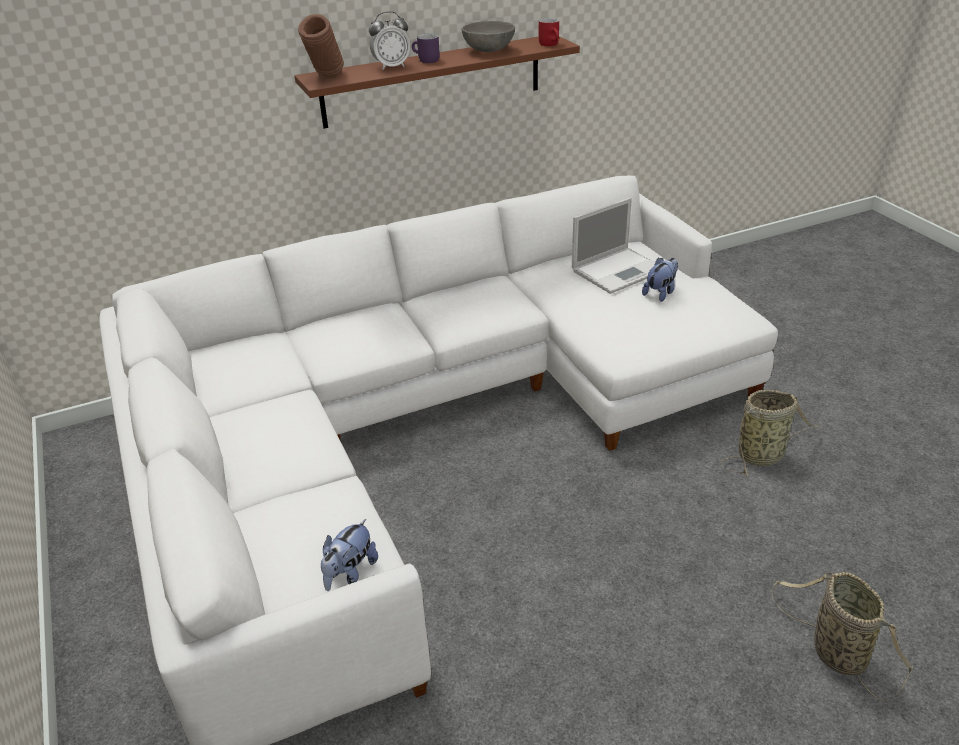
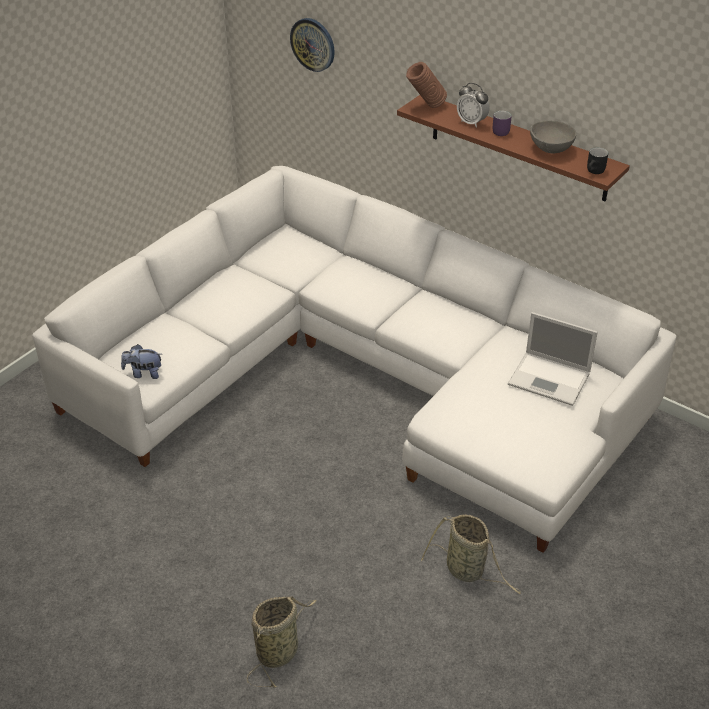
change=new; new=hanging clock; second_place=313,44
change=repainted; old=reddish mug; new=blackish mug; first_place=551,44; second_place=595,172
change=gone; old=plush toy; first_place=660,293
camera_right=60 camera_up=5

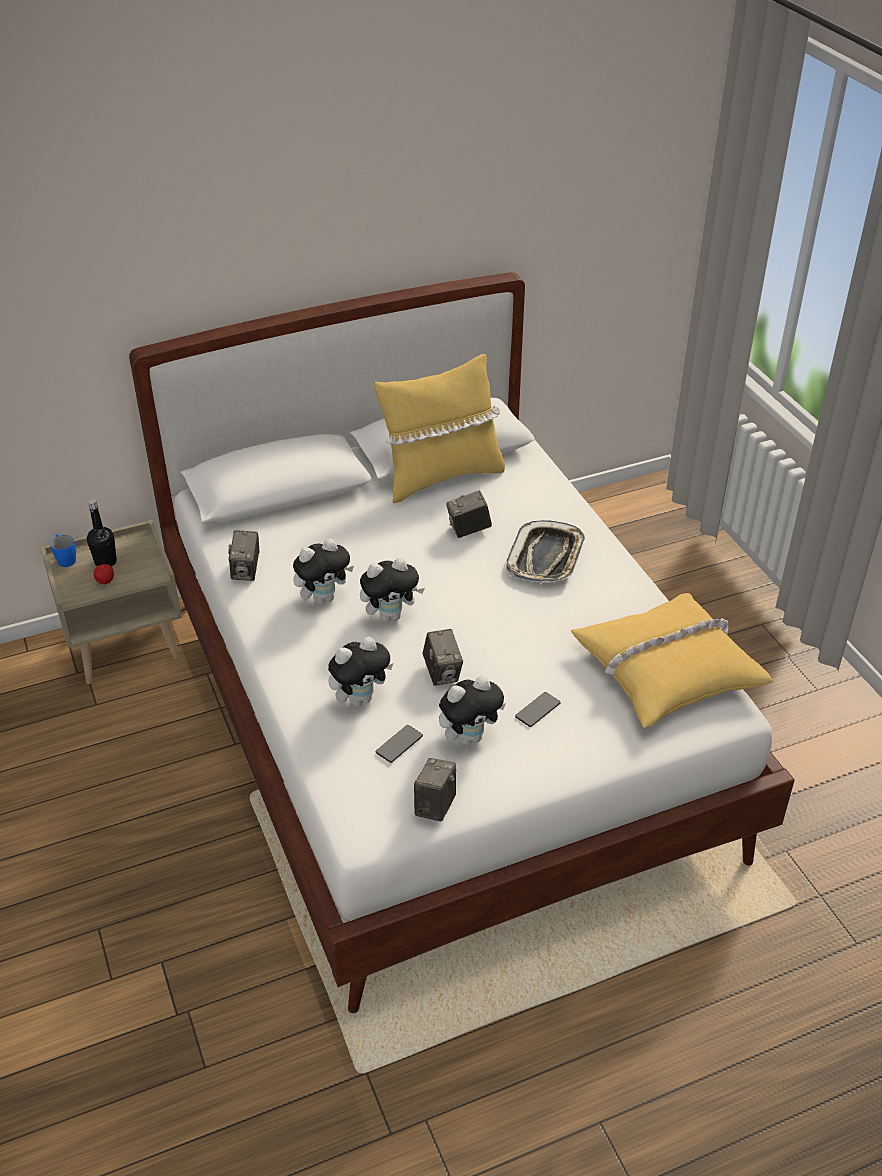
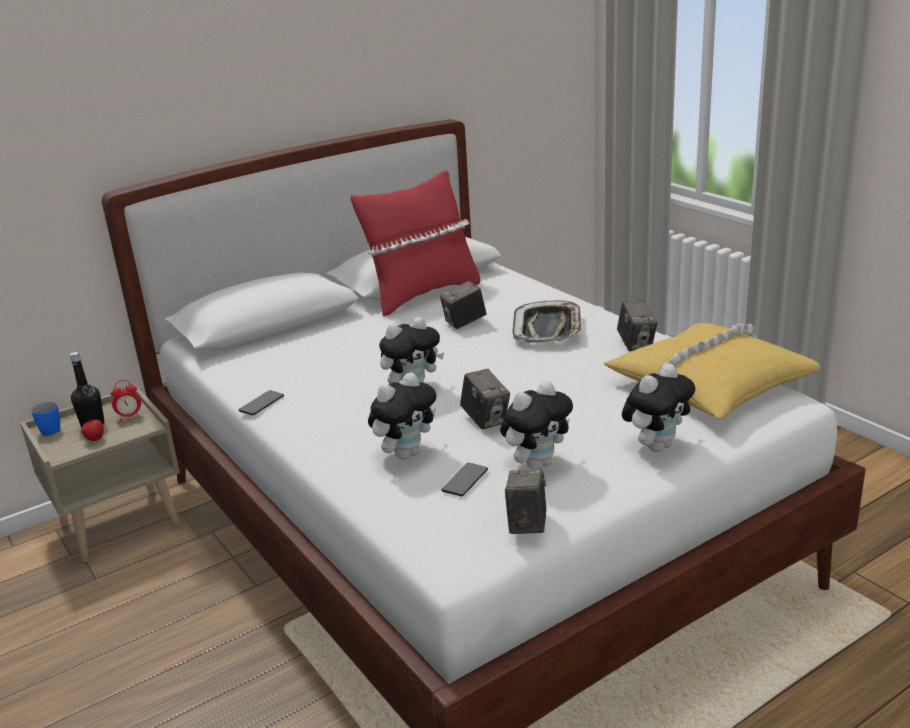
change=new; new=bedside clock; second_place=129,417
change=shifted; old=handset; first_place=537,710; second_place=261,404
change=repainted; old=yellow-coloured cushion; new=reddish cushion; first_place=441,477; second_place=422,294
change=shifted; old=still camera; first_place=246,571; second_place=636,344
change=shifted; old=plush toy; first_place=323,597; second_place=656,446
camera_right=-10 camera_up=-15

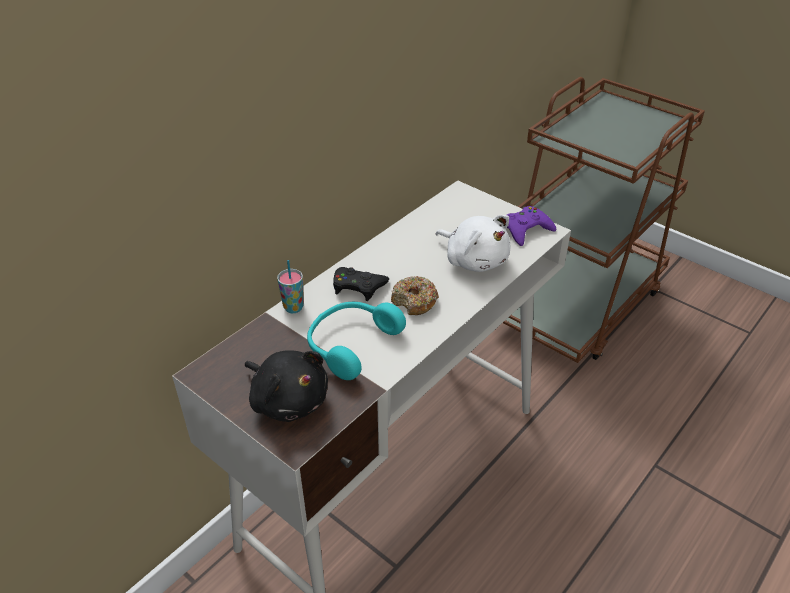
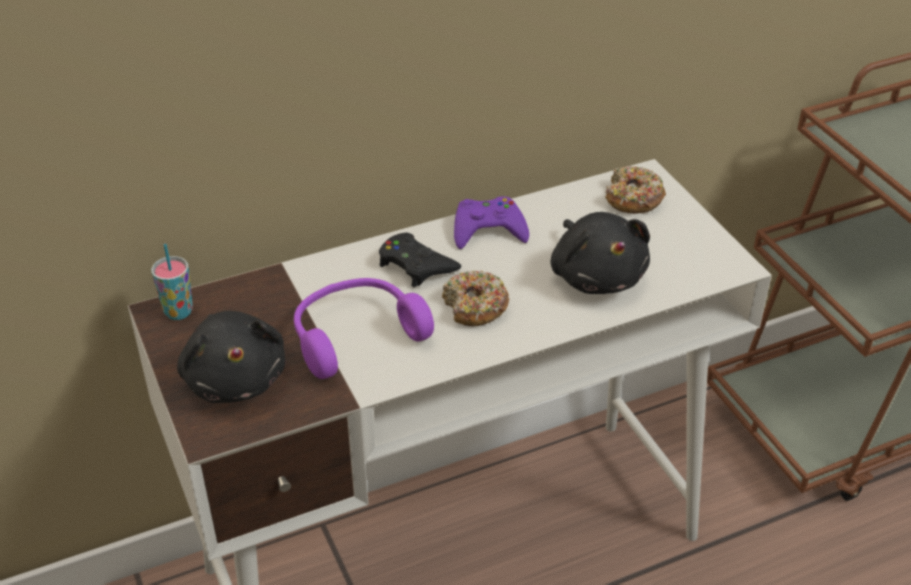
change=shifted; old=cup; first_place=293,307; second_place=178,312
change=repainted; old=blue-green headphones; new=purple-coloured headphones; first_place=350,344; second_place=355,335
change=shifted; old=purple-coloured gamepad; first_place=526,230; second_place=488,230
change=repainted; old=white-coloured plush toy; new=blackish plush toy; first_place=474,259; second_place=596,275
change=new; new=ring doughnut; second_place=633,199
camera_right=25 camera_up=0

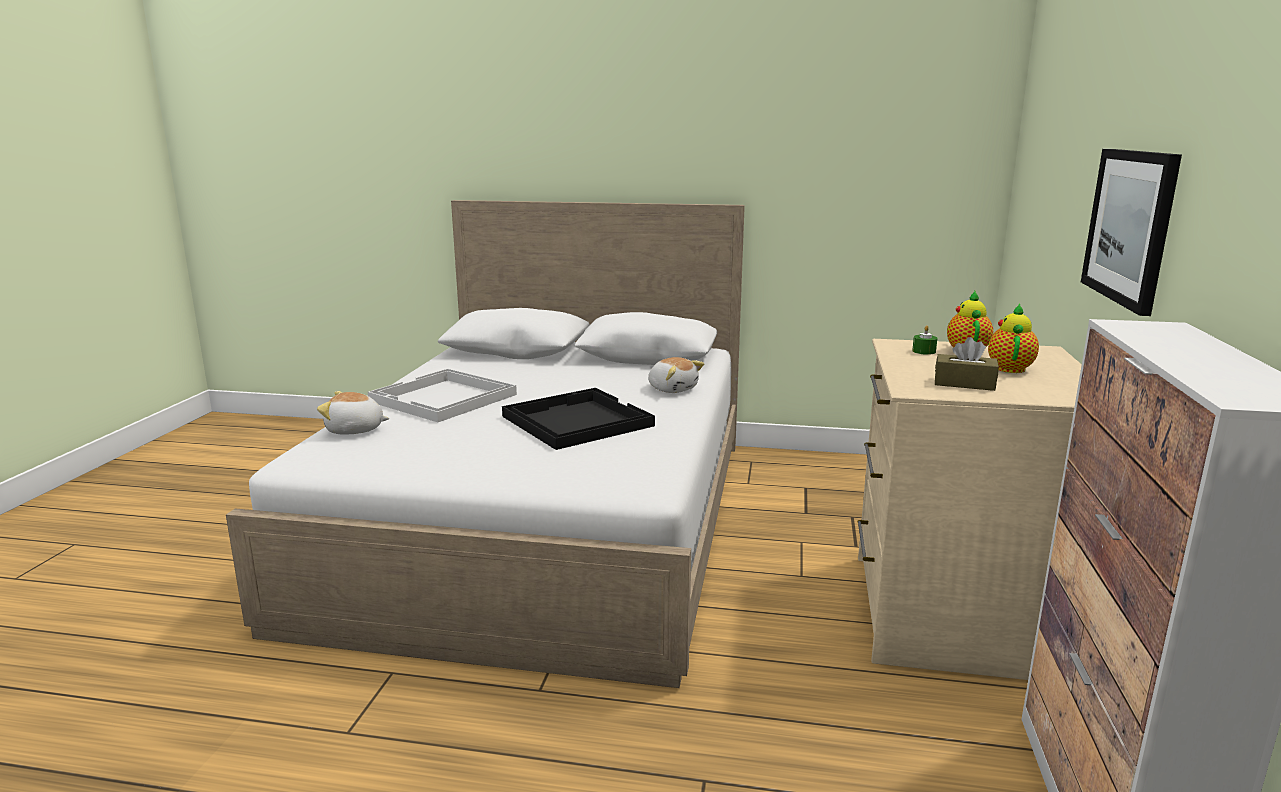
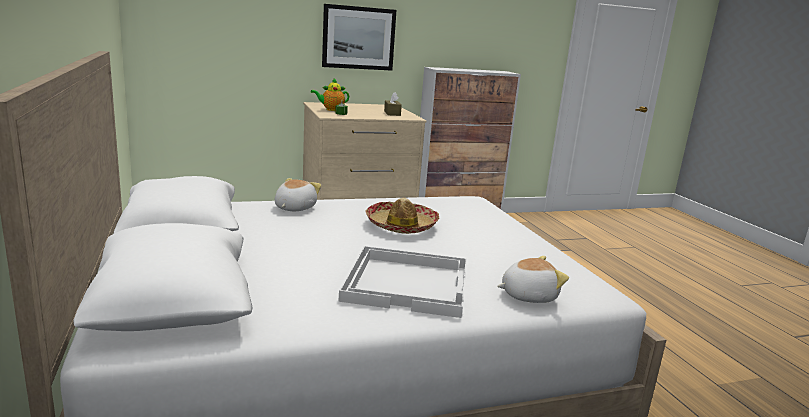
change=swapped; old=blackish tray; new=clothing hat; first_place=575,421; second_place=401,225
change=rotated; old=plush toy; first_place=355,430; second_place=528,295; degrees=-75
change=gone; old=teapot; first_place=1010,368
camera_right=-120 camera_up=0

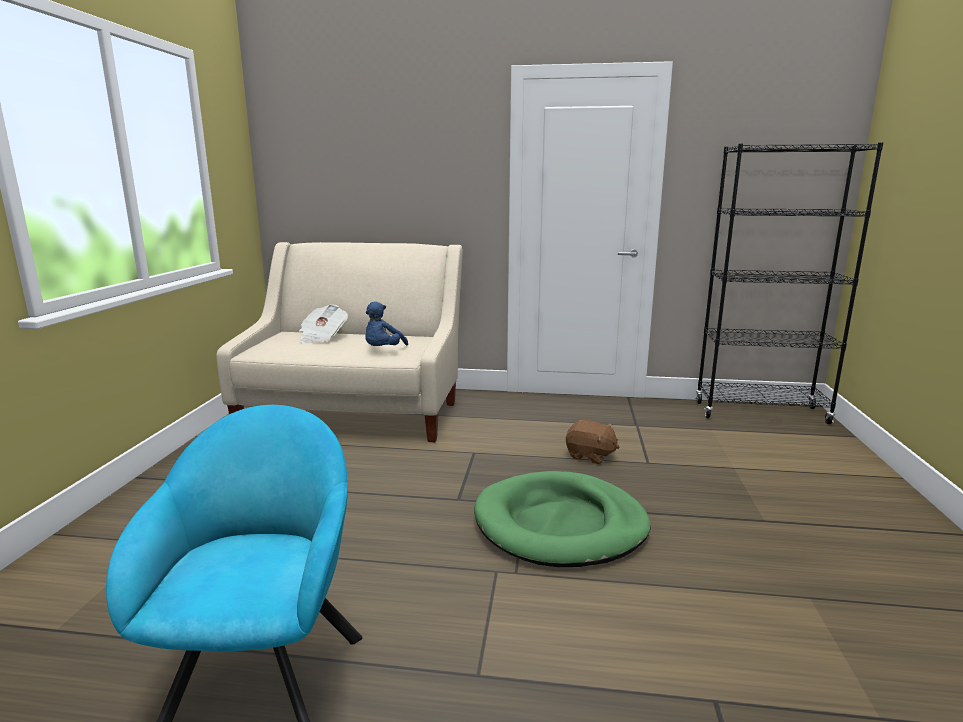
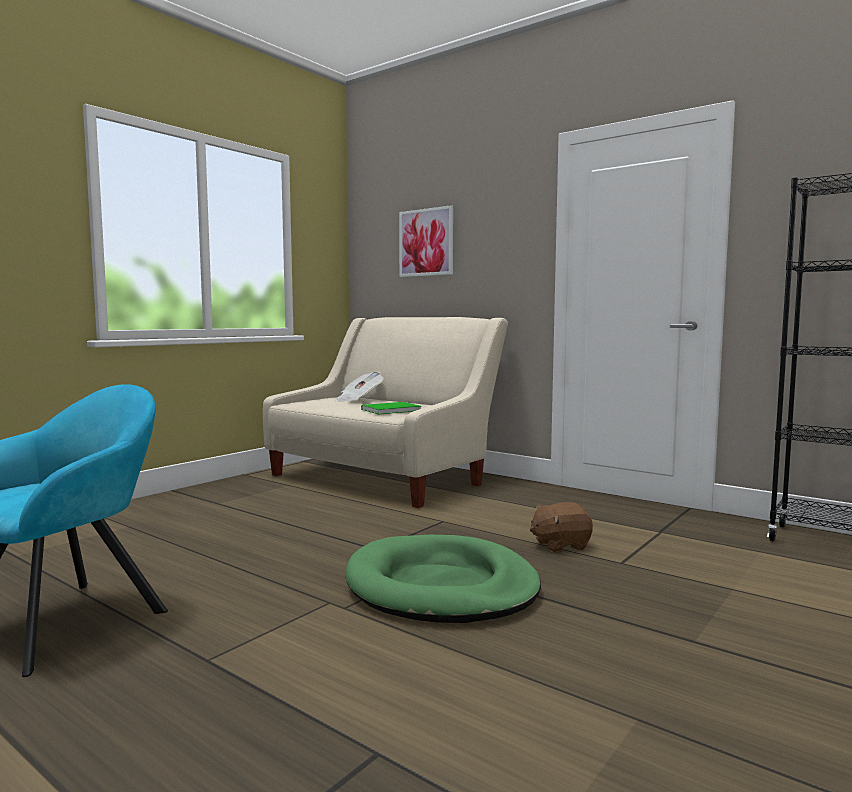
change=swapped; old=blue plush toy; new=green-coloured book; first_place=383,350; second_place=389,410
change=new; new=picture; second_place=426,242
change=rotated; old=brownish plush toy; first_place=590,456; second_place=560,545; degrees=105
camera_right=30 camera_up=-10

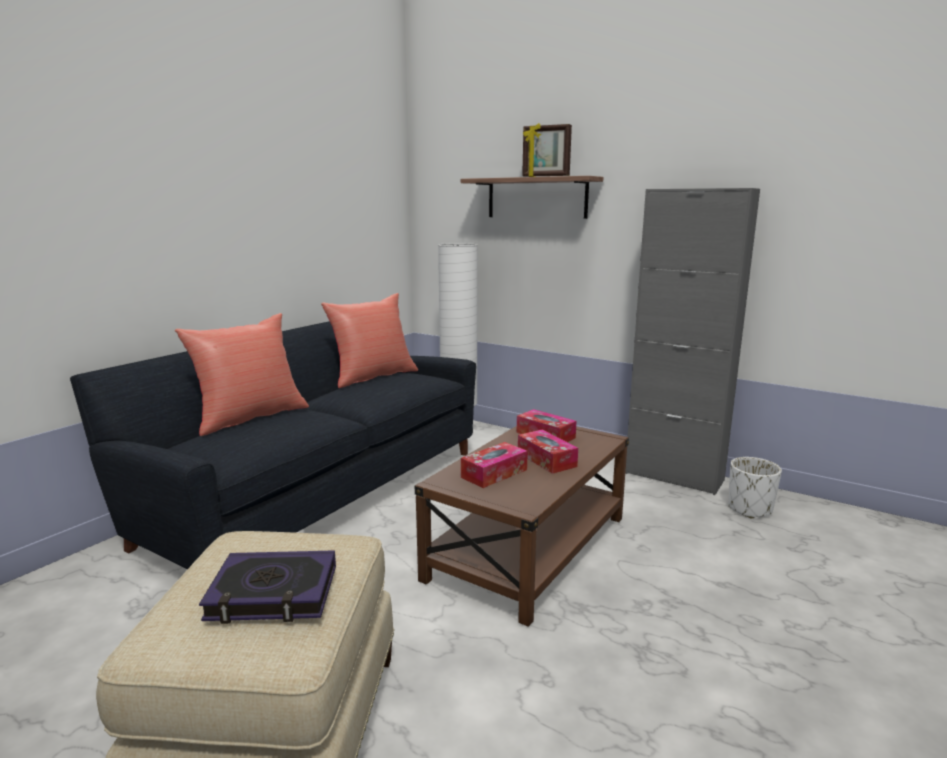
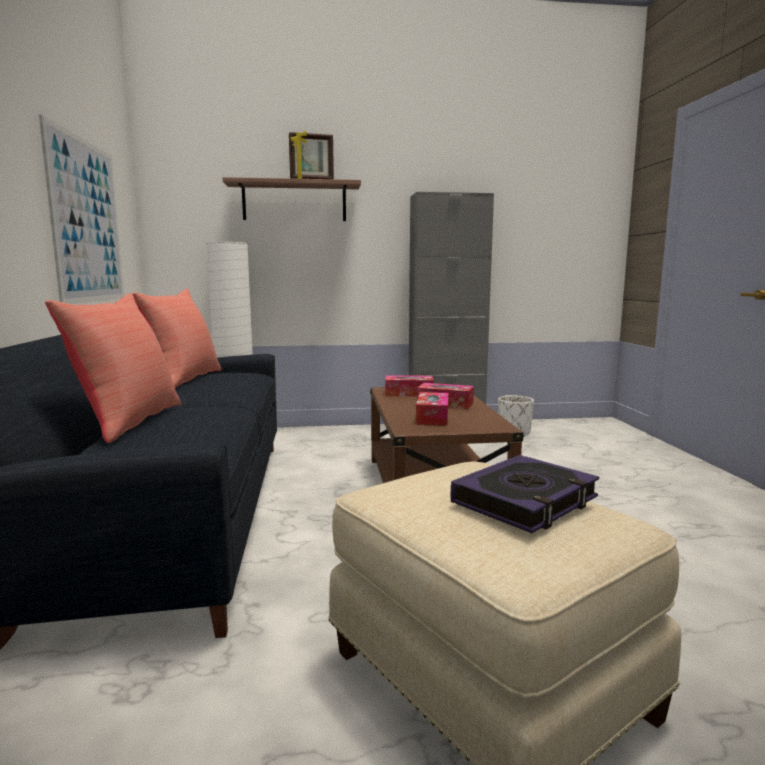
change=new; new=picture; second_place=87,221
camera_right=-40 camera_up=-5

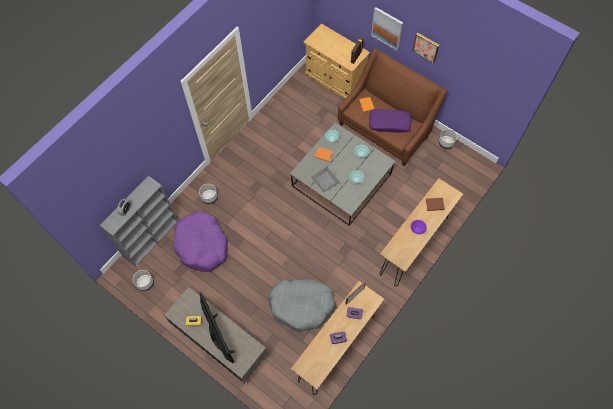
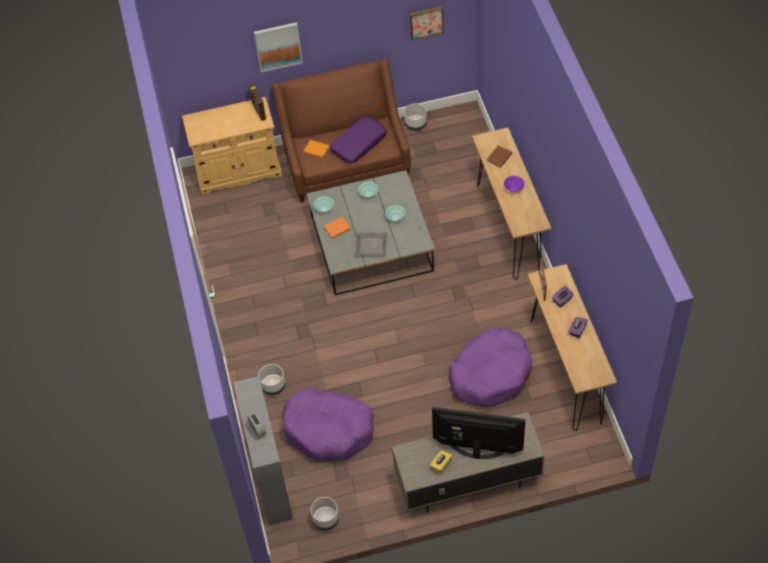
change=shifted; old=picture; first_place=426,47; second_place=426,21
change=repainted; old=grey pet bed; new=purple-coloured pet bed; first_place=302,306; second_place=490,374
camera_right=-50 camera_up=-10

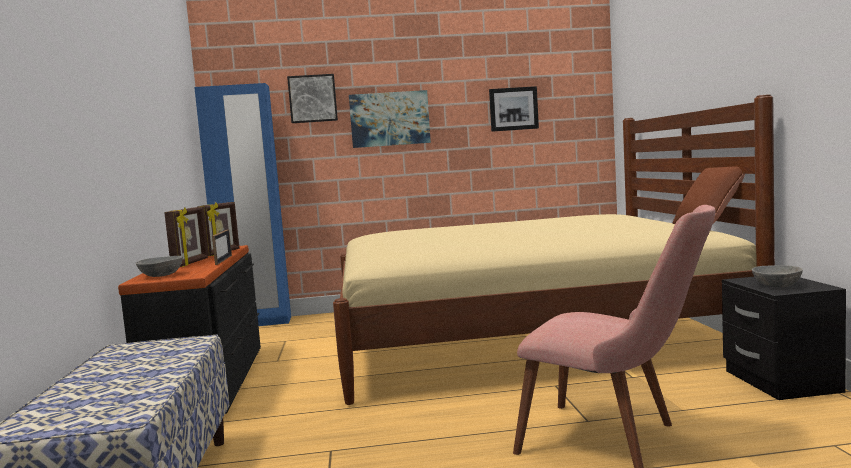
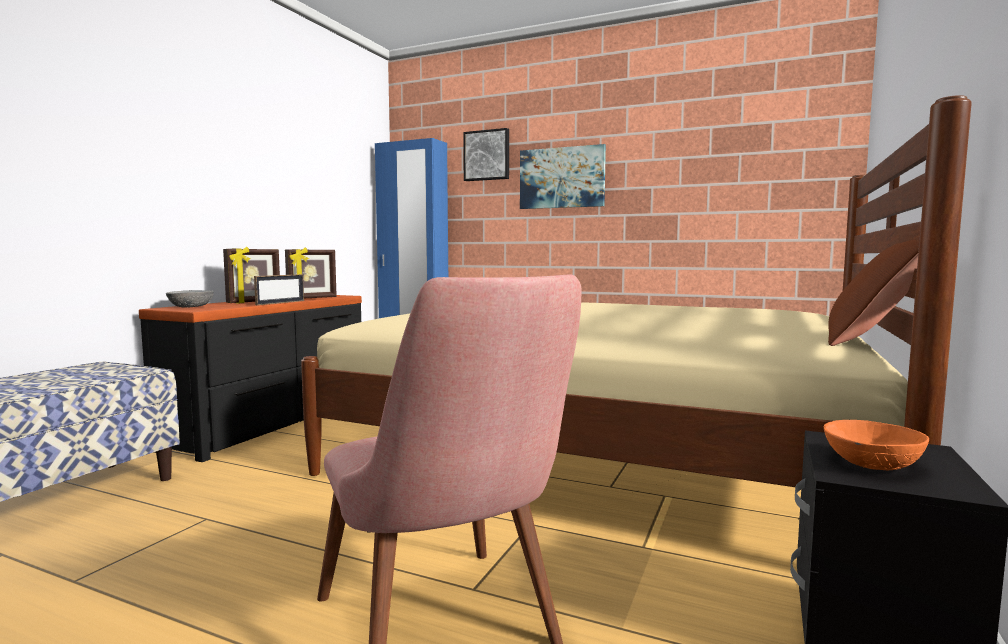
change=repainted; old=grey bowl; new=orange bowl; first_place=777,285; second_place=873,463
change=gone; old=picture; first_place=513,109
camera_right=30 camera_up=0

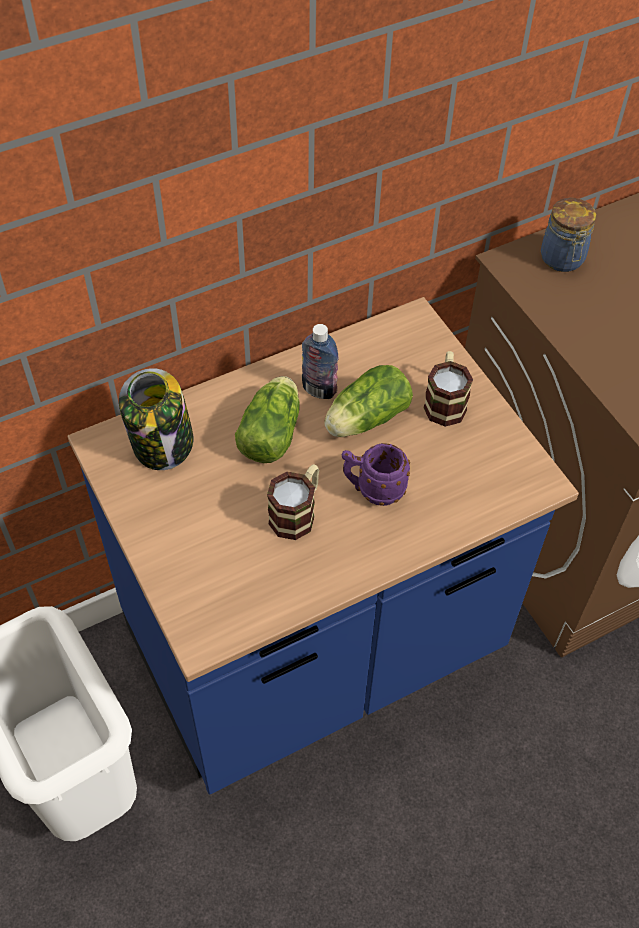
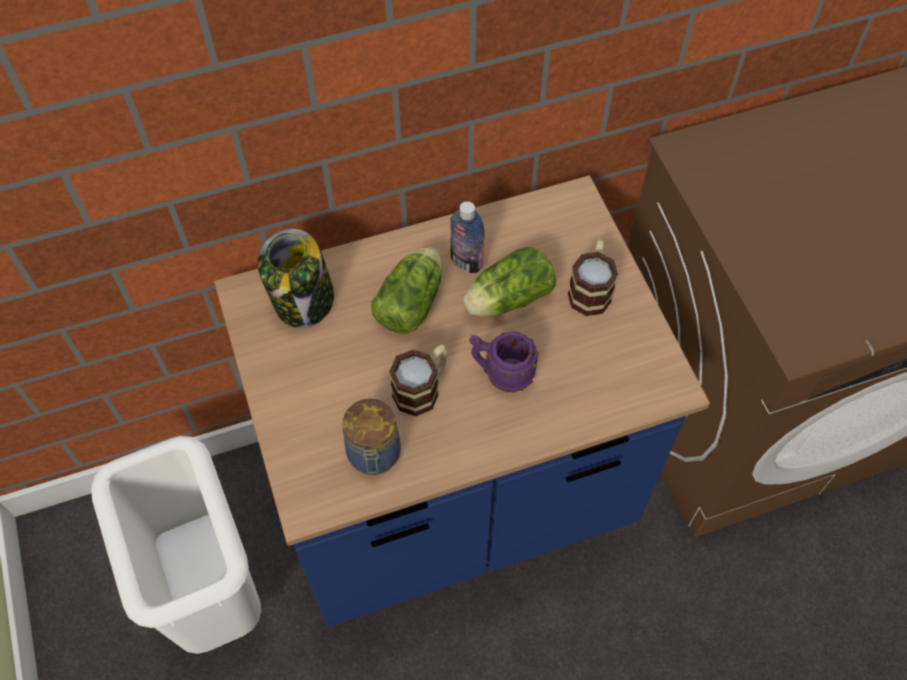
change=shifted; old=storage jar; first_place=562,260; second_place=374,455
camera_right=10 camera_up=5

